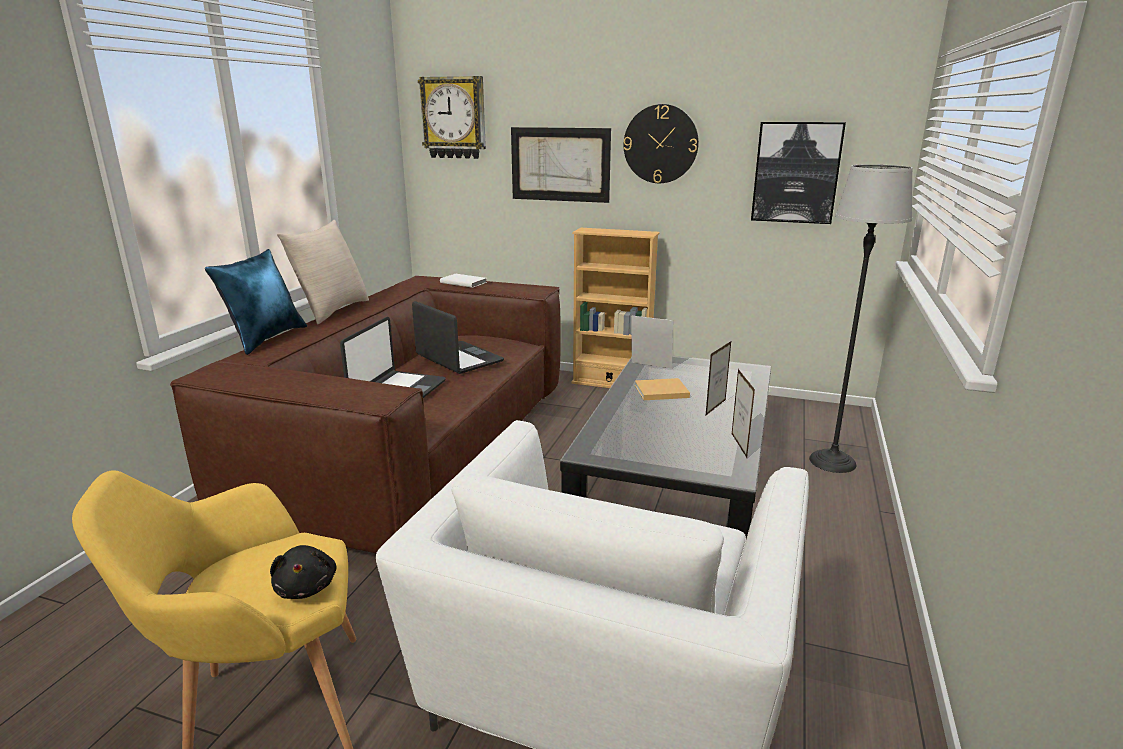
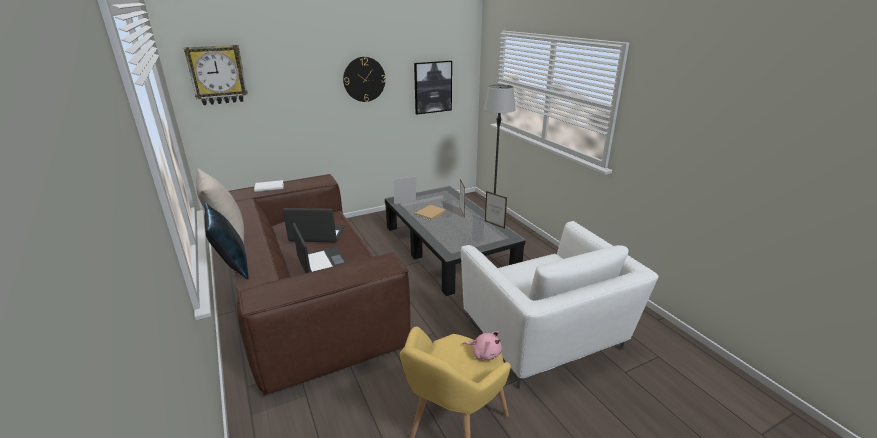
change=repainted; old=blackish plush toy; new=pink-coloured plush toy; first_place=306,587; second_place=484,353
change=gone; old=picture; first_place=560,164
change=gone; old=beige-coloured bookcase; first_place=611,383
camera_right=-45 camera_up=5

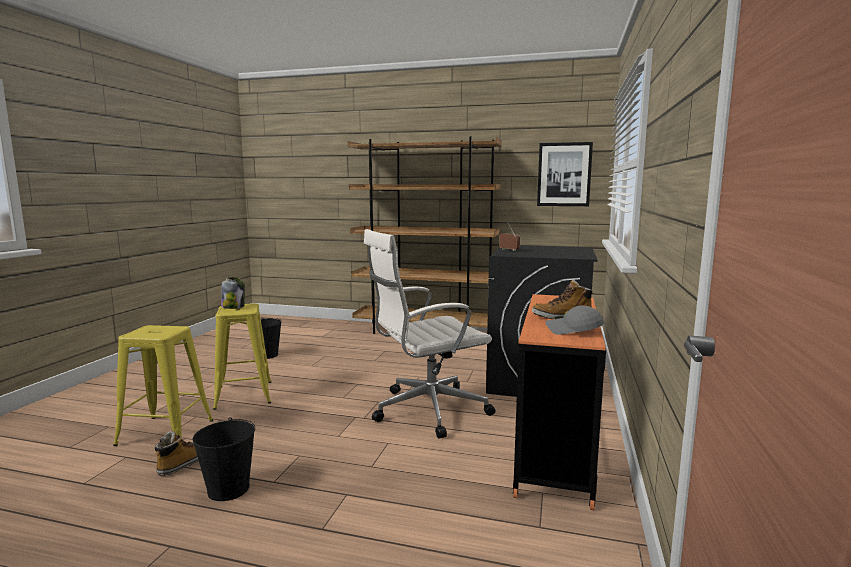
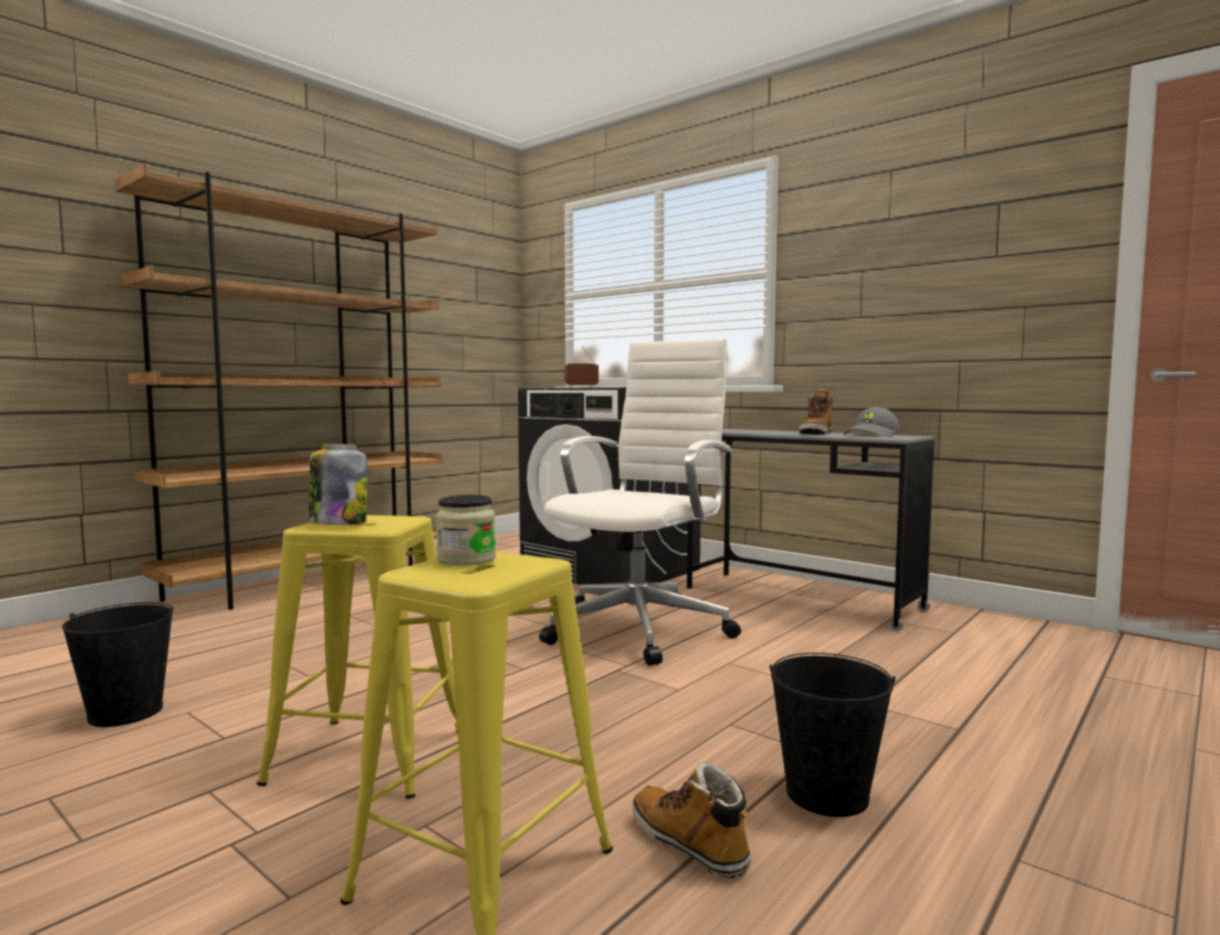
change=new; new=storage jar; second_place=466,559
change=rotated; old=white-coloured computer chair; first_place=427,410; second_place=642,628; degrees=-150
change=repainted; old=orange desk; new=grey desk; first_place=555,449; second_place=800,598
change=gone; old=picture; first_place=564,174
camera_right=-65 camera_up=-5

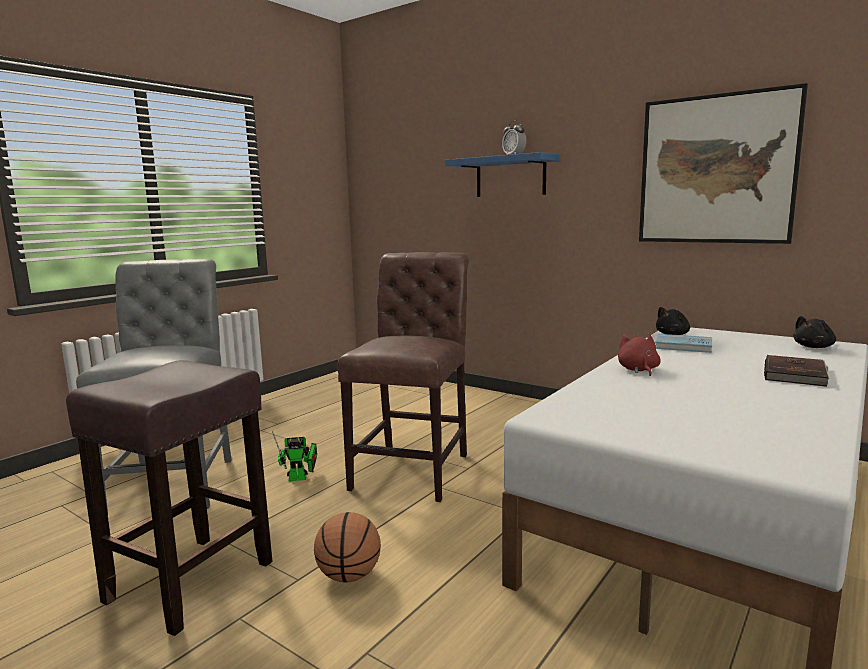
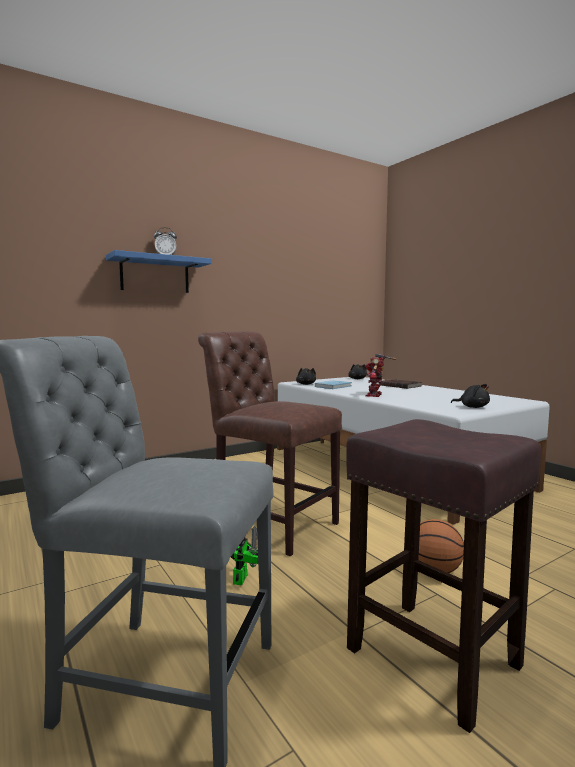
change=swapped; old=reddish plush toy; new=model robot; first_place=638,370; second_place=375,395
change=new; new=blackish plush toy; second_place=472,407
change=gone; old=picture; first_place=716,170
camera_right=-70 camera_up=-5

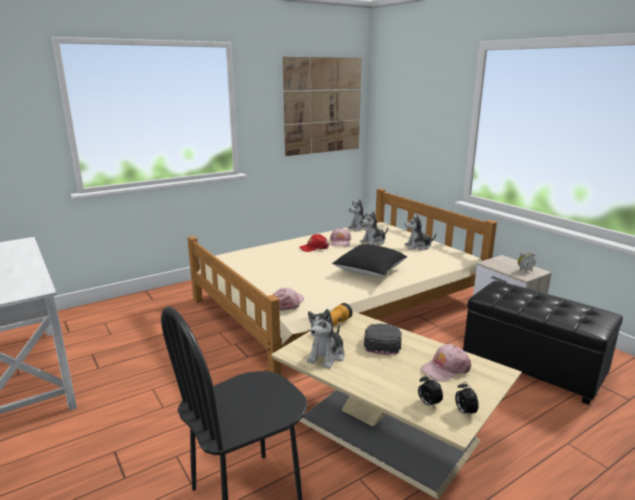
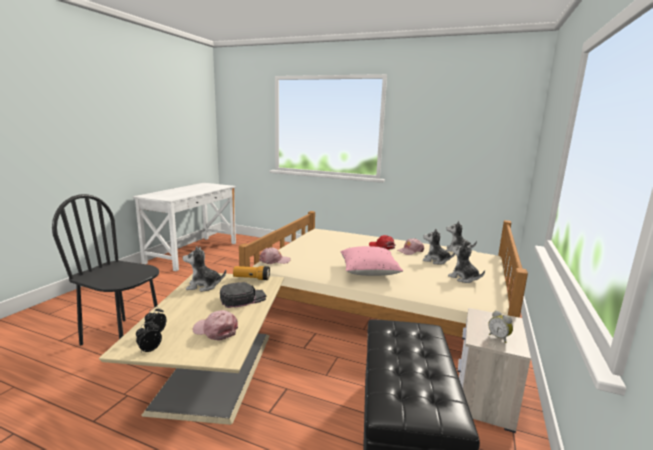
change=repainted; old=blackish cushion; new=pink-coloured cushion; first_place=369,271; second_place=369,272
change=gone; old=picture; first_place=323,106
camera_right=55 camera_up=-5

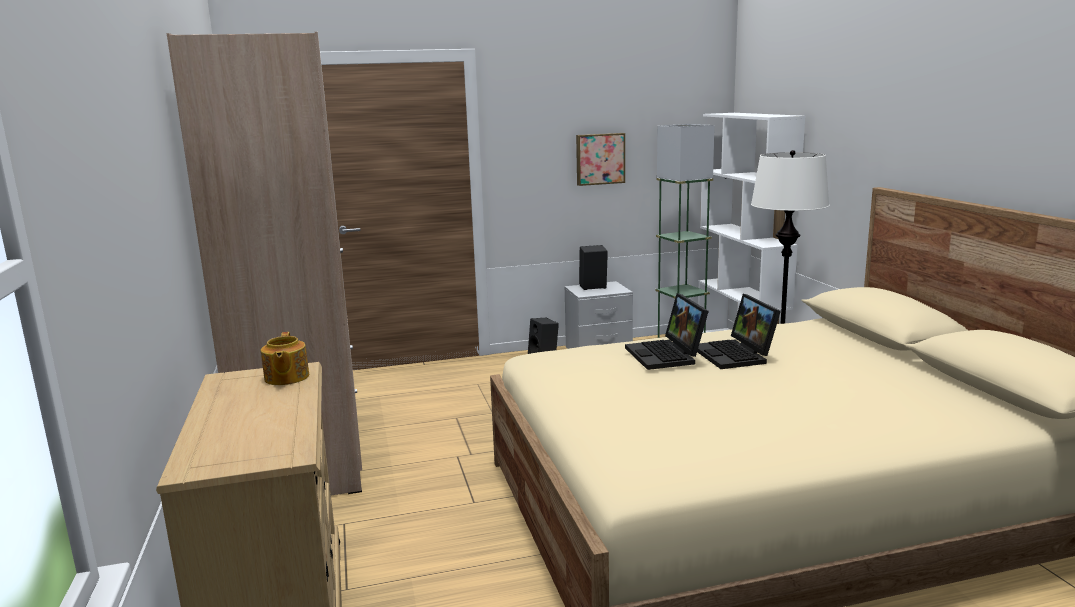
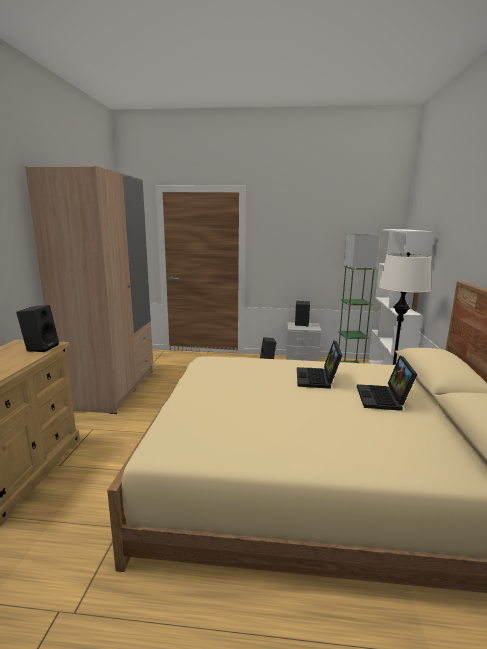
change=swapped; old=teapot; new=blackish loudspeaker; first_place=286,378; second_place=41,347
change=shifted; old=notebook computer; first_place=667,356; second_place=384,399
change=gone; old=picture; first_place=600,159
camera_right=20 camera_up=0

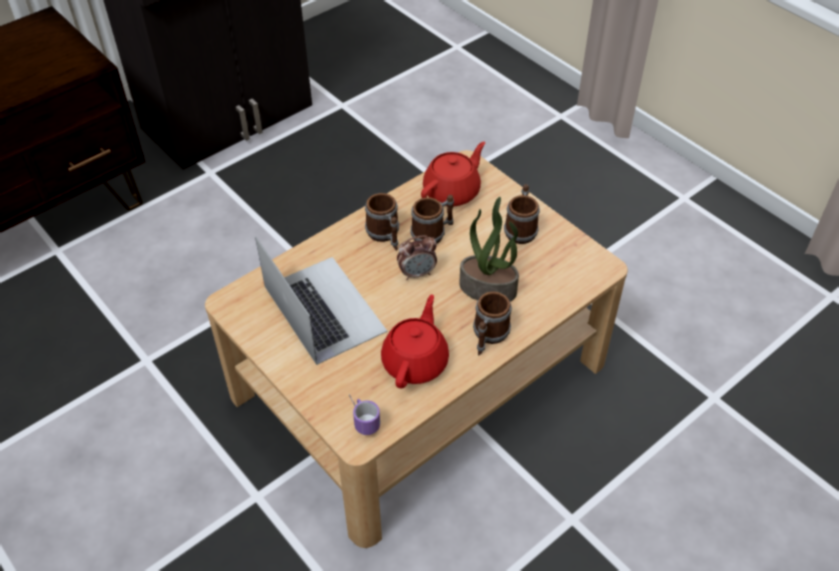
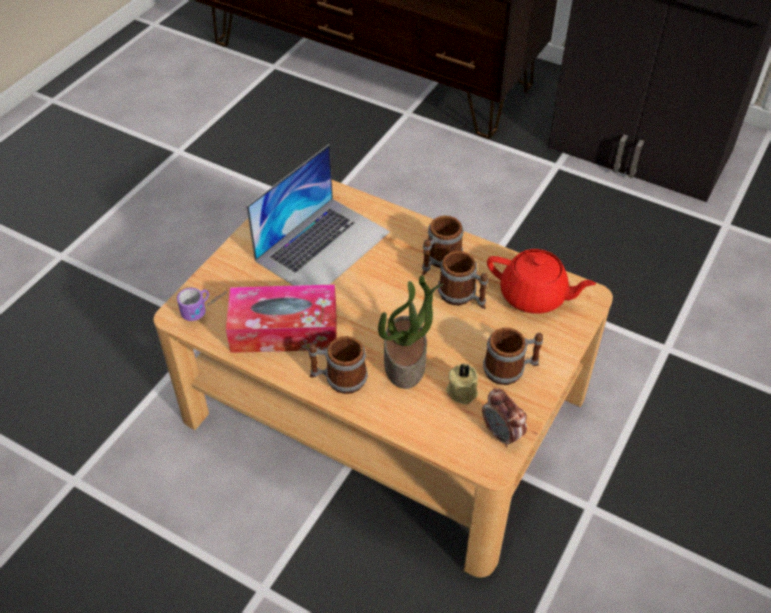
change=swapped; old=reddish teapot; new=tissue box; first_place=416,361; second_place=284,330
change=new; new=beige-coloured candle; second_place=462,390
change=shifted; old=bedside clock; first_place=417,273; second_place=502,434
camera_right=70 camera_up=0

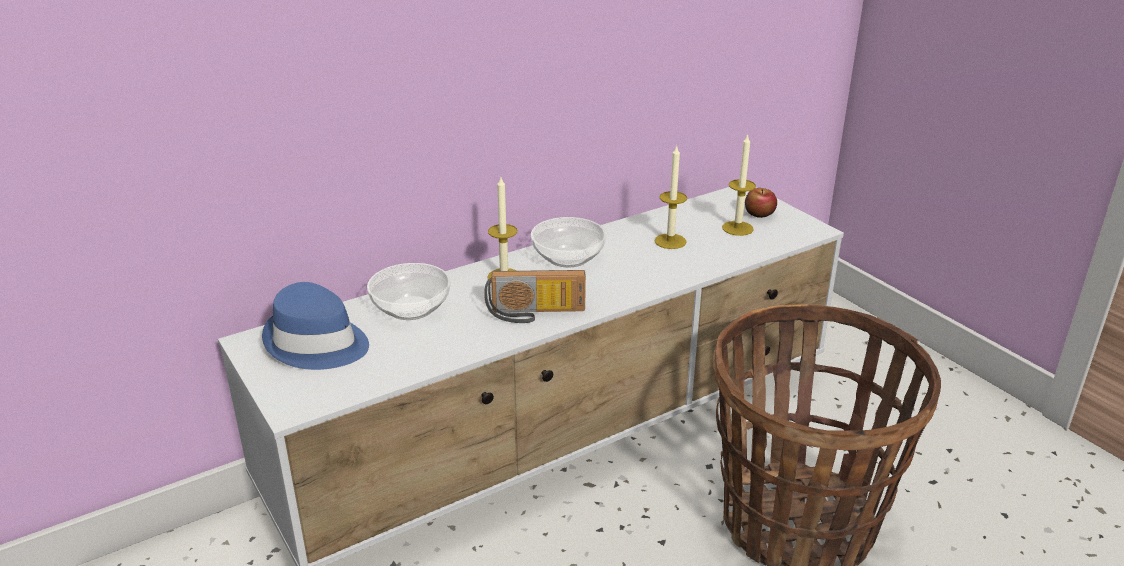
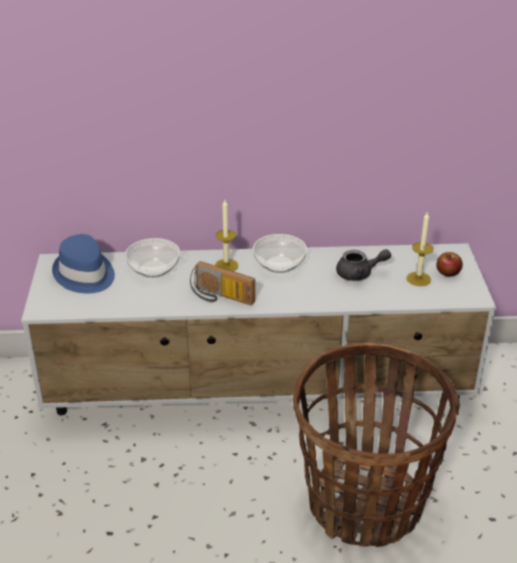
change=swapped; old=candle; new=grey teapot; first_place=670,241; second_place=359,274
camera_right=30 camera_up=5

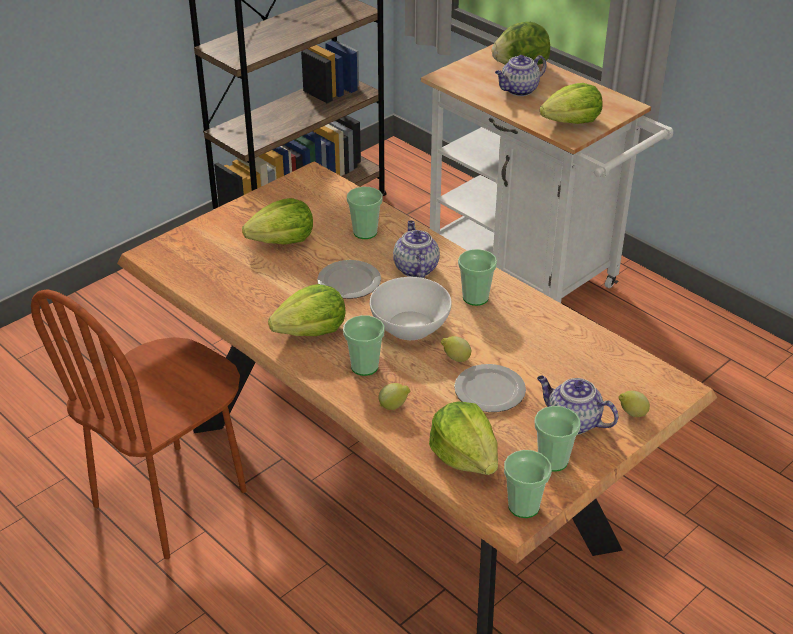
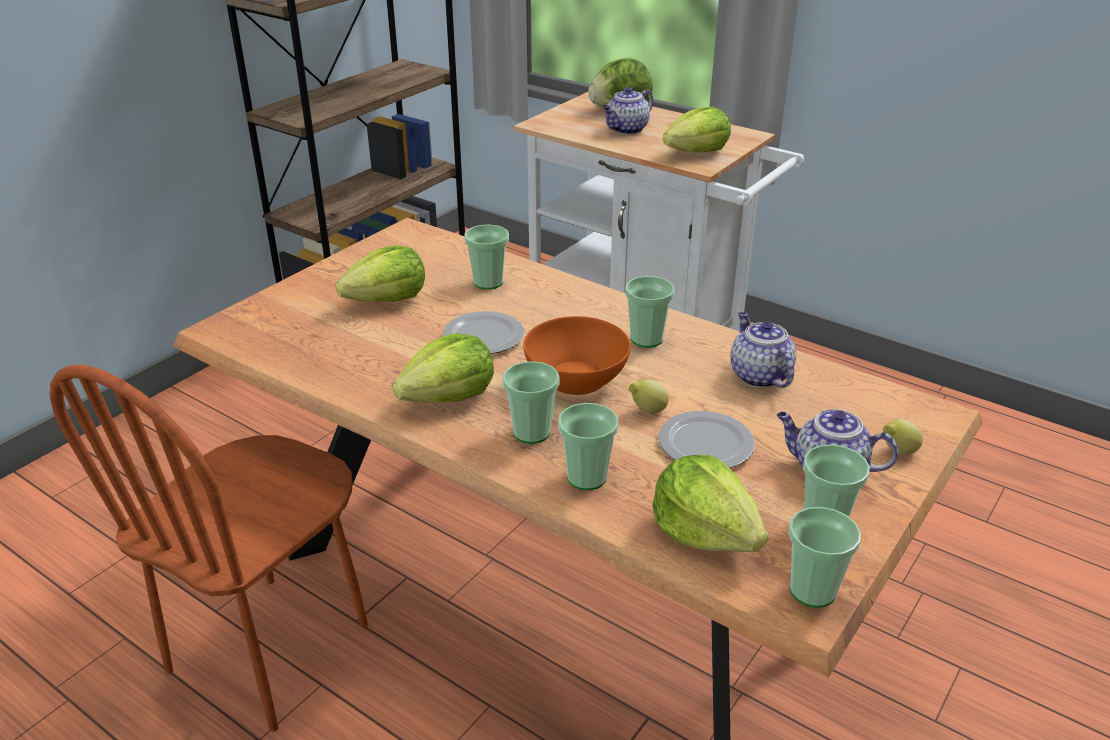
change=repainted; old=white-coloured bowl; new=orange bowl; first_place=409,326; second_place=575,378
change=swapped; old=lemon; new=cup; first_place=394,406; second_place=586,477
change=shifted; old=teapot; first_place=415,268; second_place=758,375
camera_right=-10 camera_up=-5

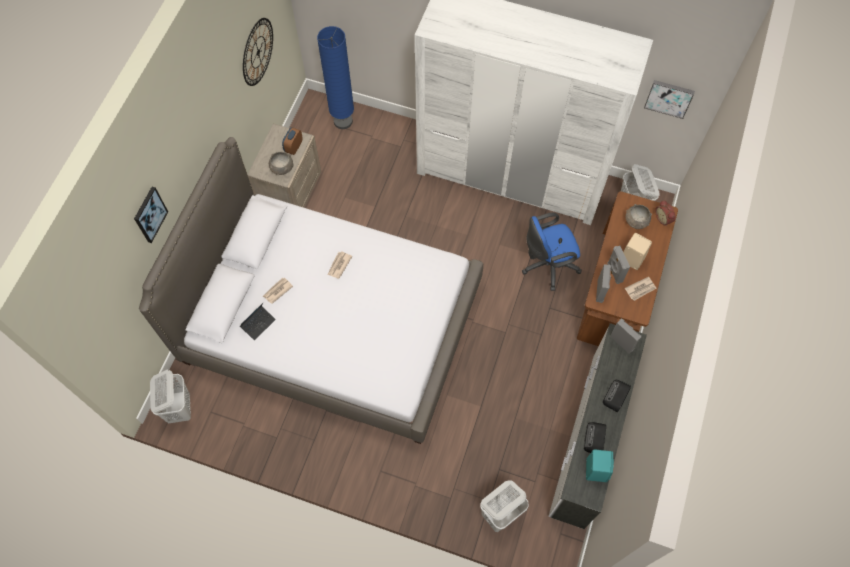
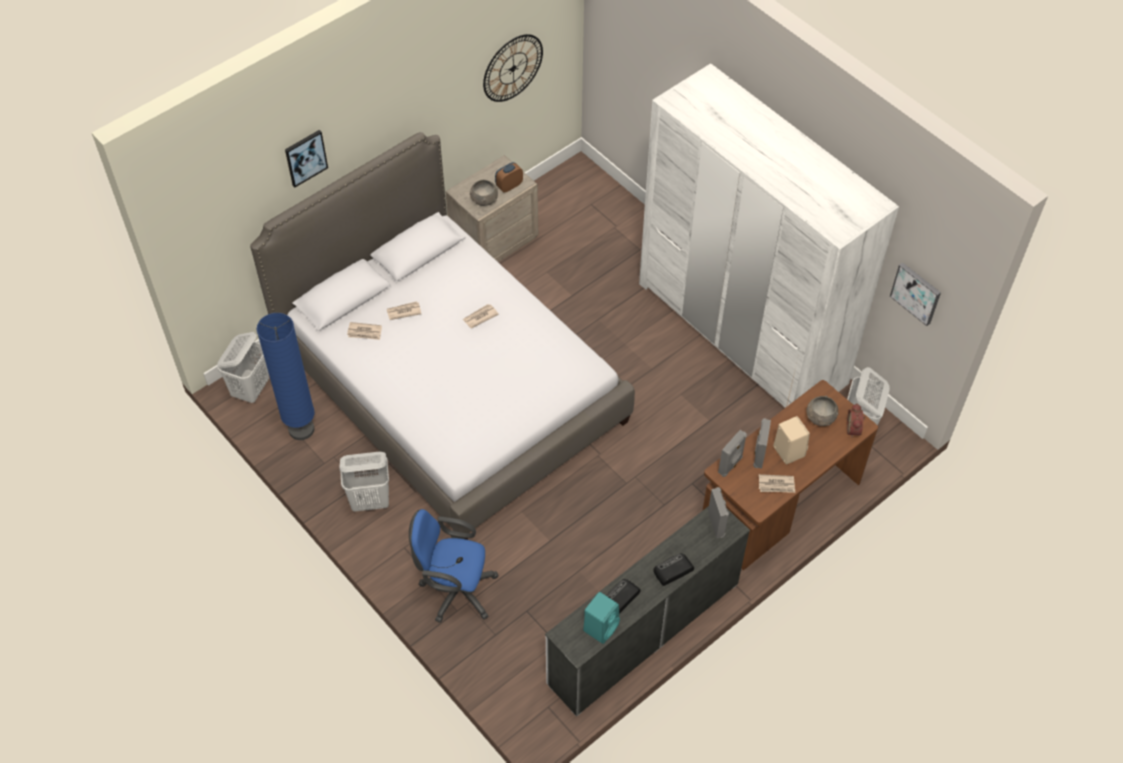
change=shifted; old=blue floor lamp; first_place=343,121; second_place=301,429
change=shifted; old=white-coloured laundry basket; first_place=500,514; second_place=371,501
change=swapped; old=notebook computer; new=newspaper; first_place=258,324; second_place=365,332
change=shifted; old=blue computer chair; first_place=547,265; second_place=454,590
camera_right=30 camera_up=-10

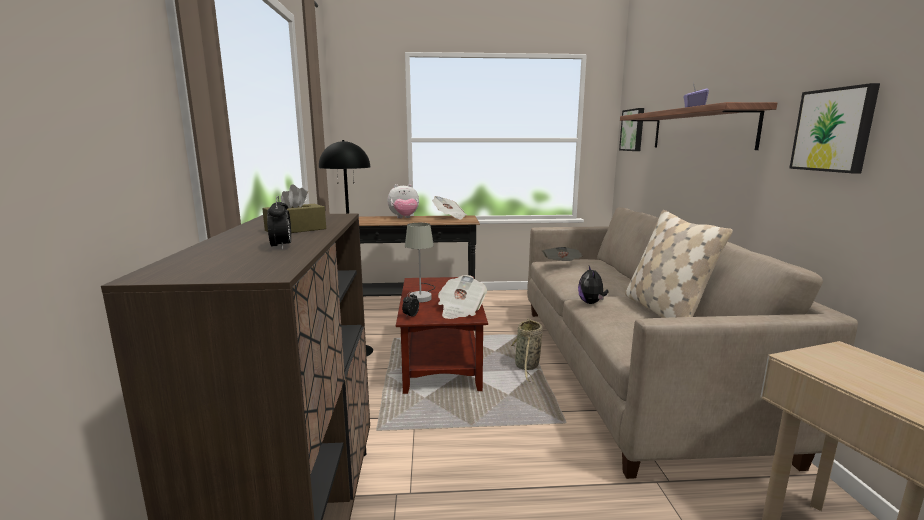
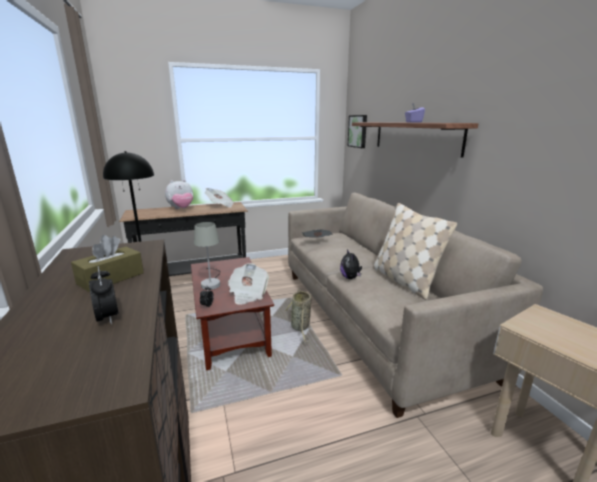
change=gone; old=picture; first_place=834,130
camera_right=-15 camera_up=5

